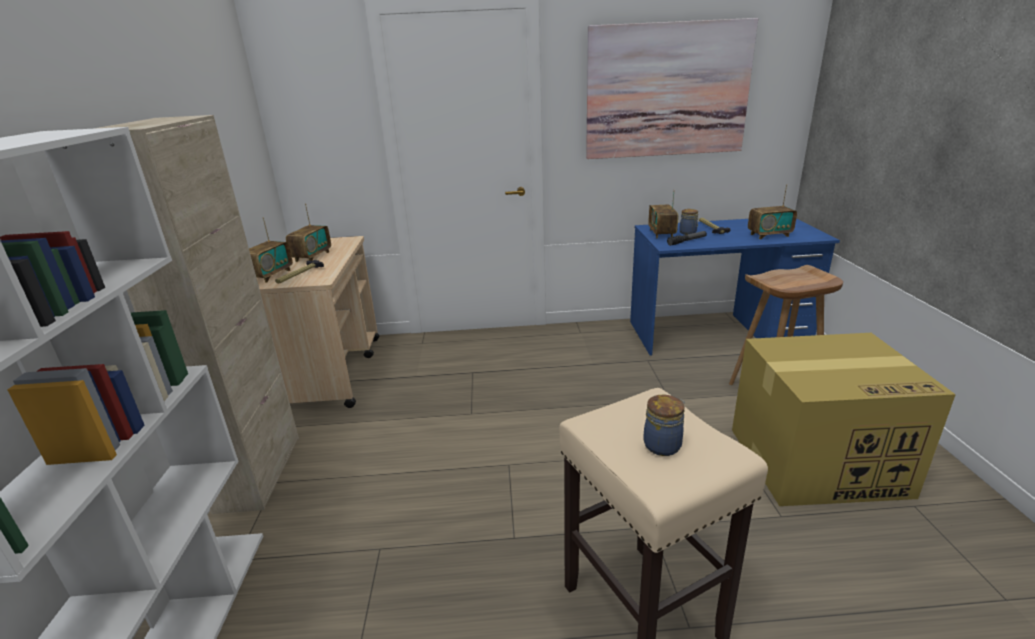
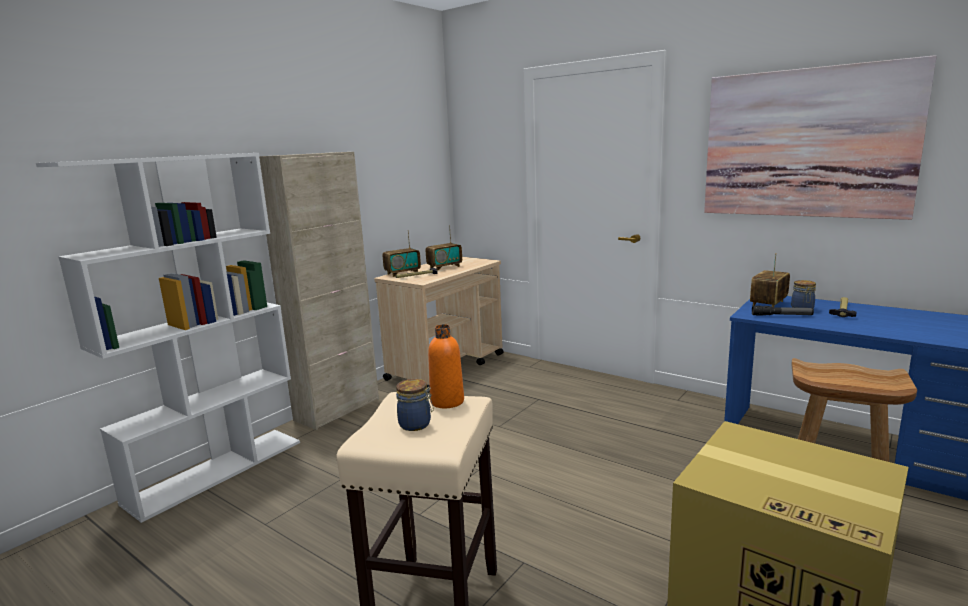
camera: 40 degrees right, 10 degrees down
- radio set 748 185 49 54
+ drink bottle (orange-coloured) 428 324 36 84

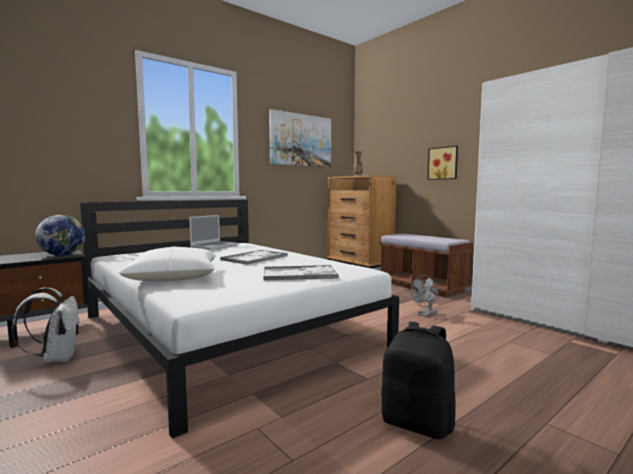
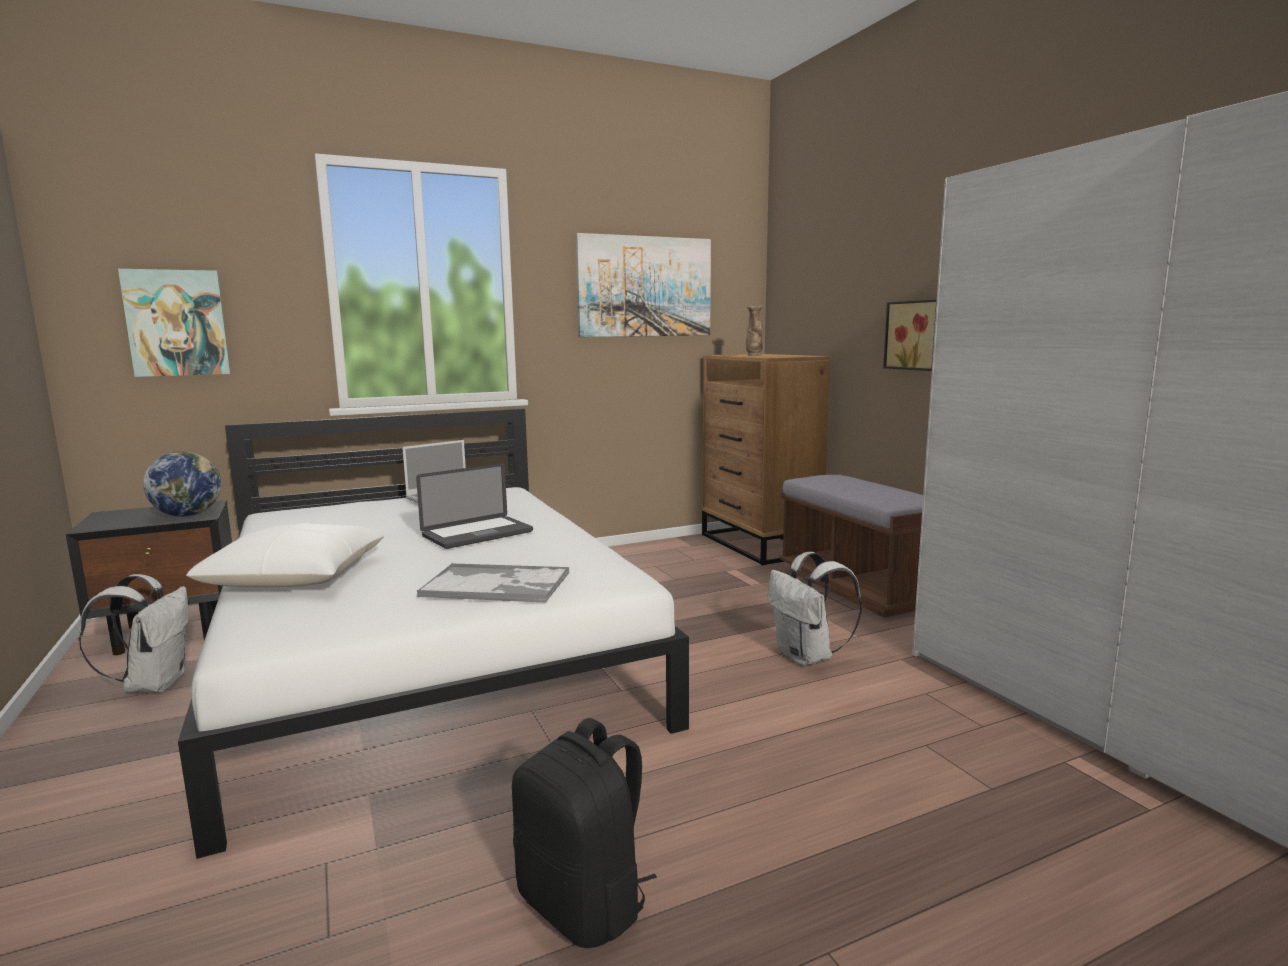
camera: 15 degrees right, 5 degrees up
~ serving tray 220 250 68 15 to notebook computer 416 463 117 86
~ cooling fan (grey) 411 275 27 42 to knapsack (white-coloured) 767 552 95 114
+ picture 118 269 113 108

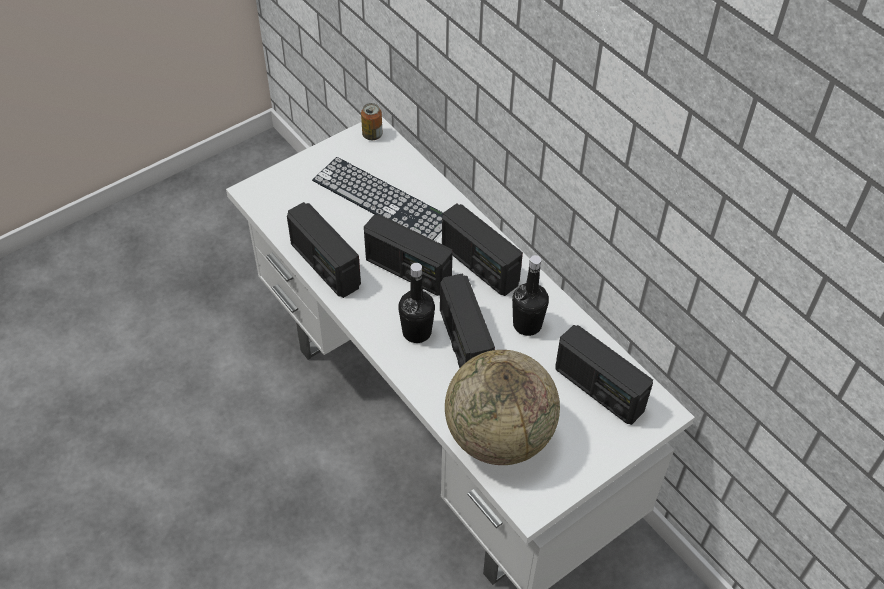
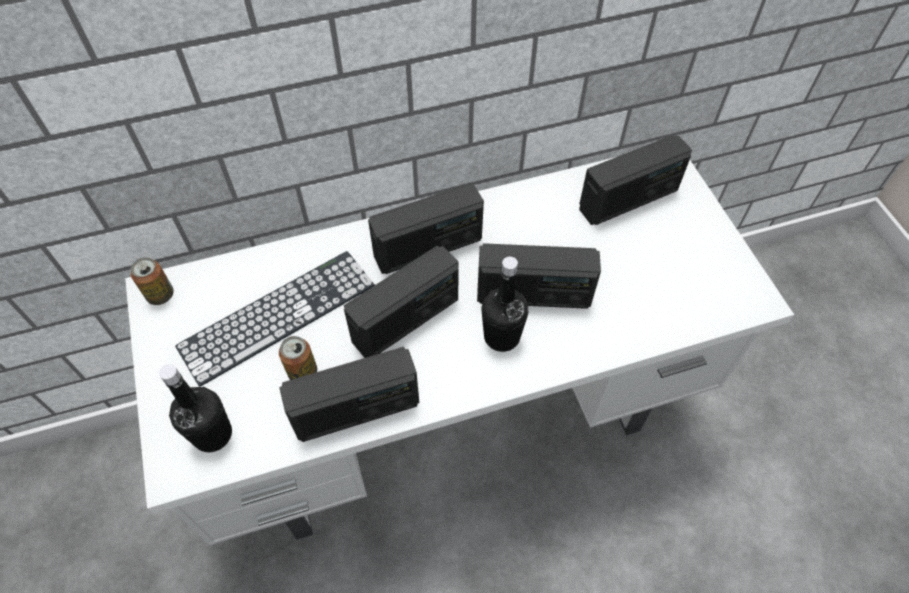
camera: 70 degrees left, 5 degrees up
- world globe 445 350 115 115
~ drink bottle (blackish) 512 255 37 81 to 159 364 73 88
+ can 279 336 38 44

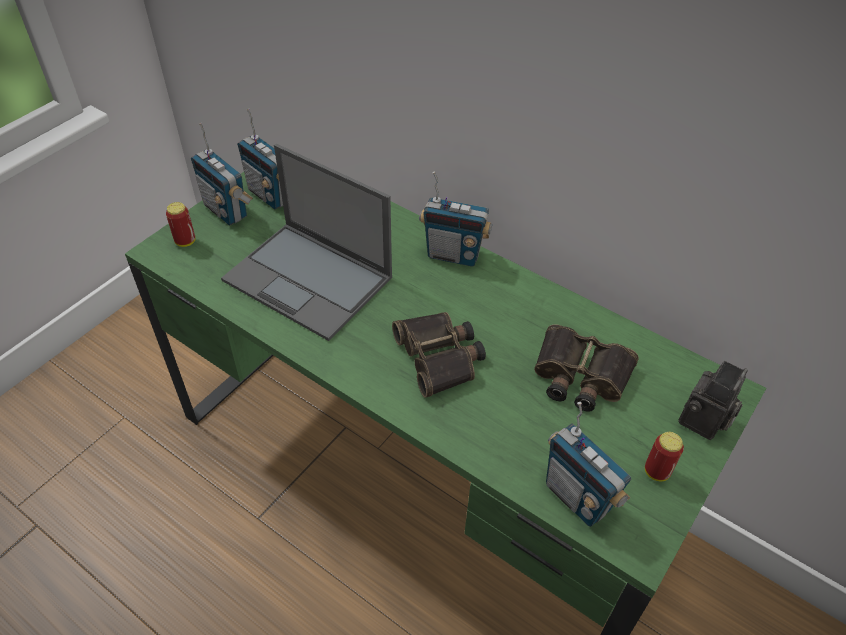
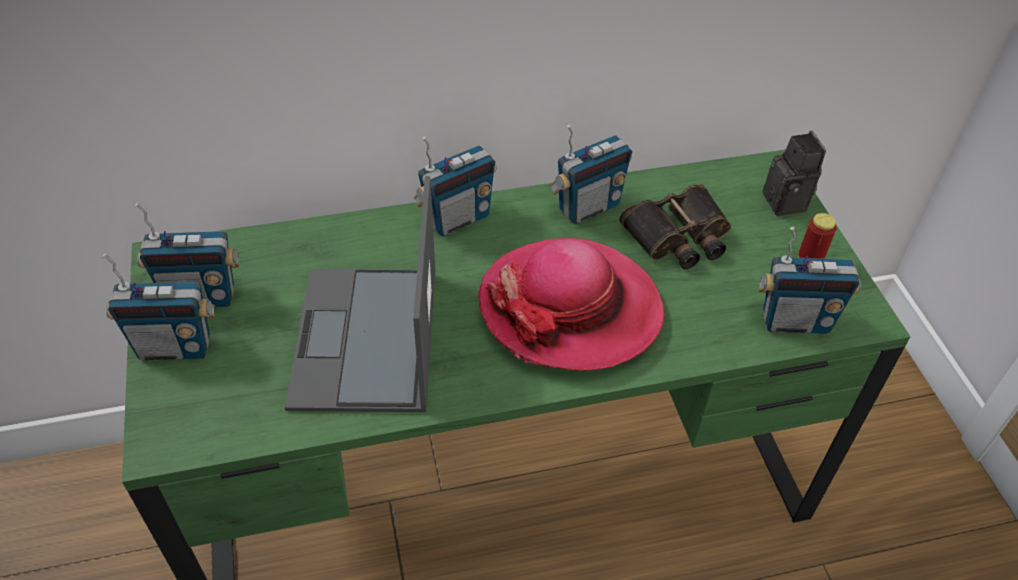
camera: 50 degrees left, 0 degrees up
- can 166 202 30 45
~ notebook computer 221 144 171 197 = 285 176 150 236 105 degrees clockwise
~ field glasses 392 312 94 86 to hat 478 238 187 133
+ radio set 549 125 83 99

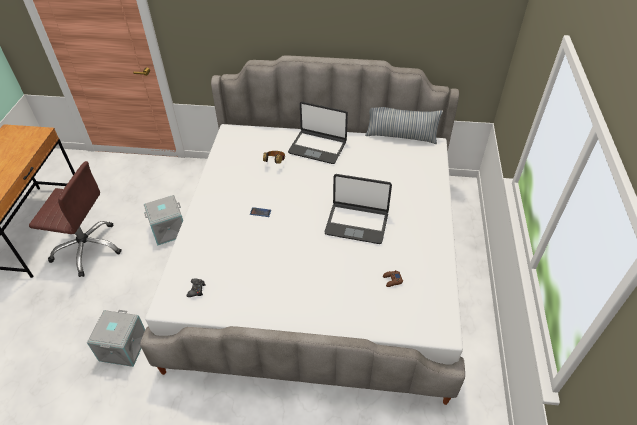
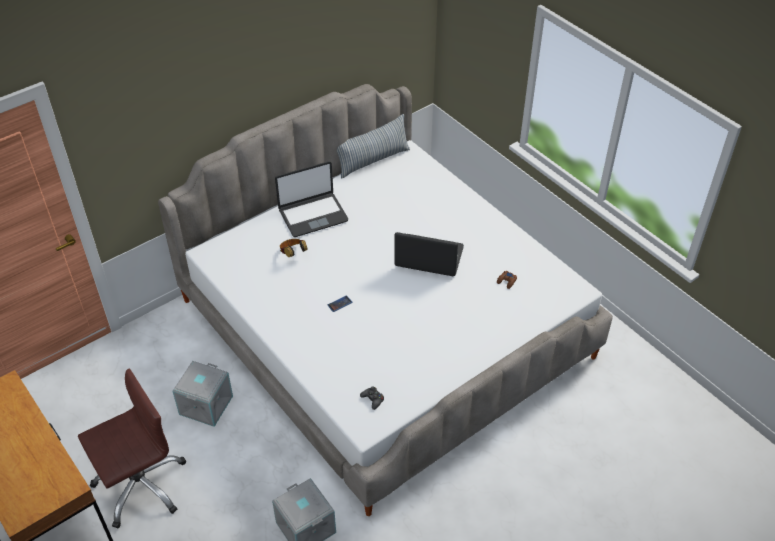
camera: 45 degrees left, 0 degrees up
~ notebook computer 325 174 67 70 = 394 232 70 44 135 degrees counterclockwise

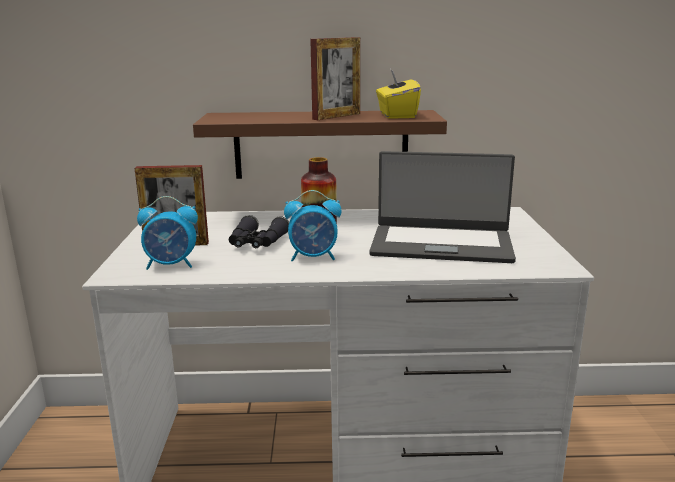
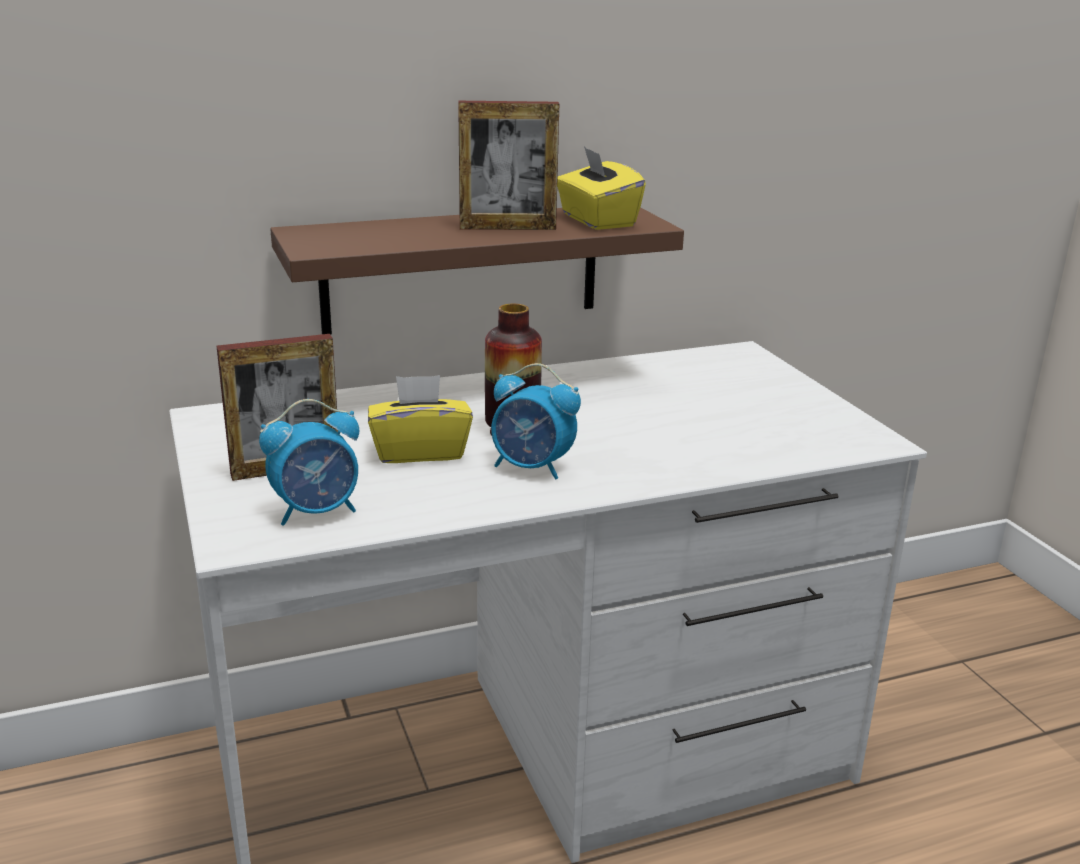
camera: 20 degrees left, 5 degrees up
~ field glasses (blackish) 229 215 60 33 to box of tissues (yellow-coloured) 368 375 105 88
~ alarm clock 284 190 58 72 = 491 363 90 116 45 degrees clockwise
~ photo frame 310 37 50 83 = 458 101 101 129 60 degrees clockwise
- notebook computer 369 151 147 112

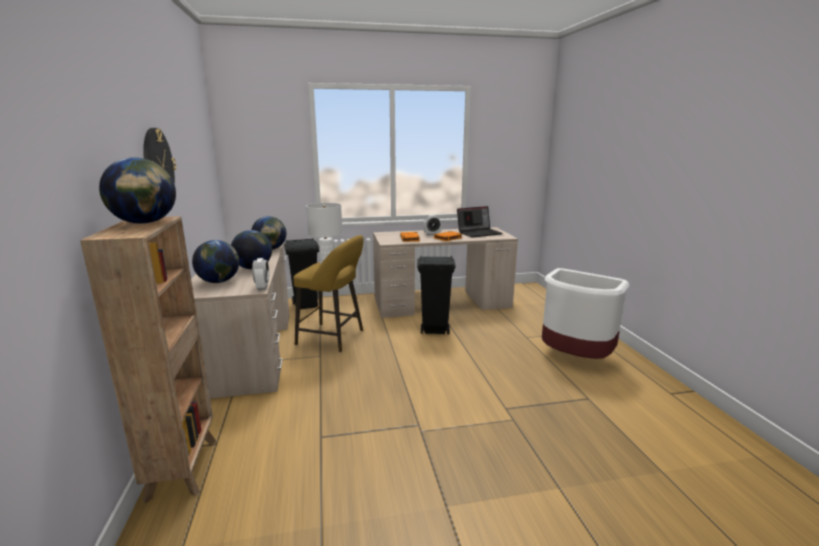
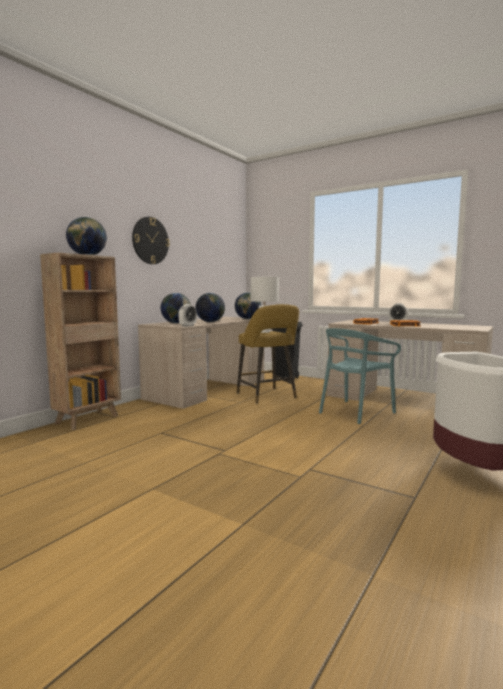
camera: 45 degrees right, 10 degrees down
~ waste bin (blackish) 417 256 39 78 to plain chair (turquoise-coloured) 319 328 82 96
- notebook computer 457 206 46 32

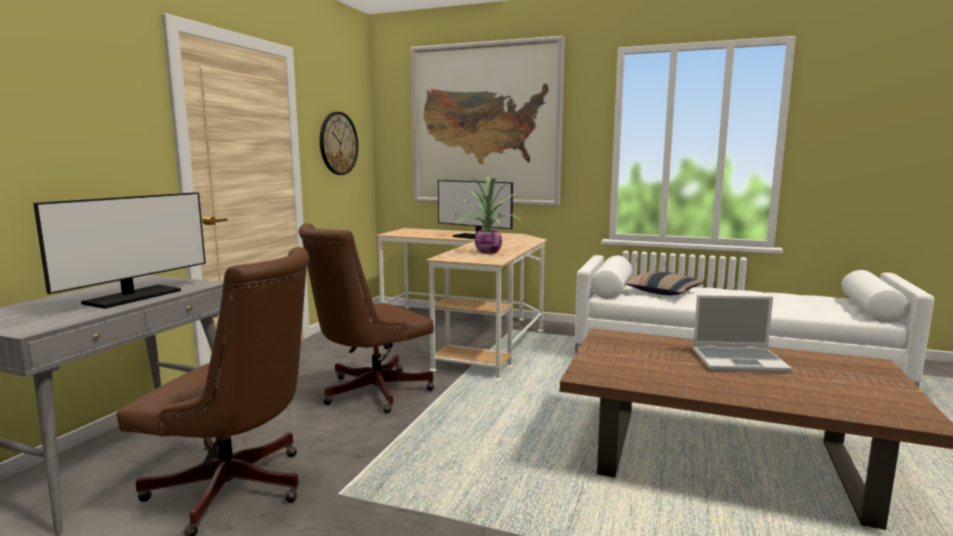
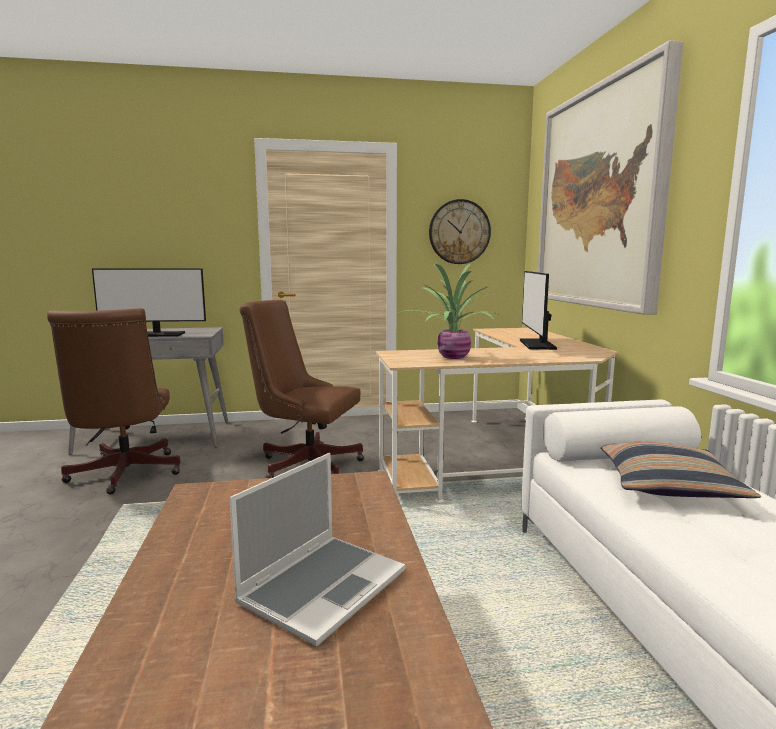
camera: 60 degrees right, 0 degrees up
~ notebook computer 692 295 100 78 = 229 453 176 193 120 degrees counterclockwise

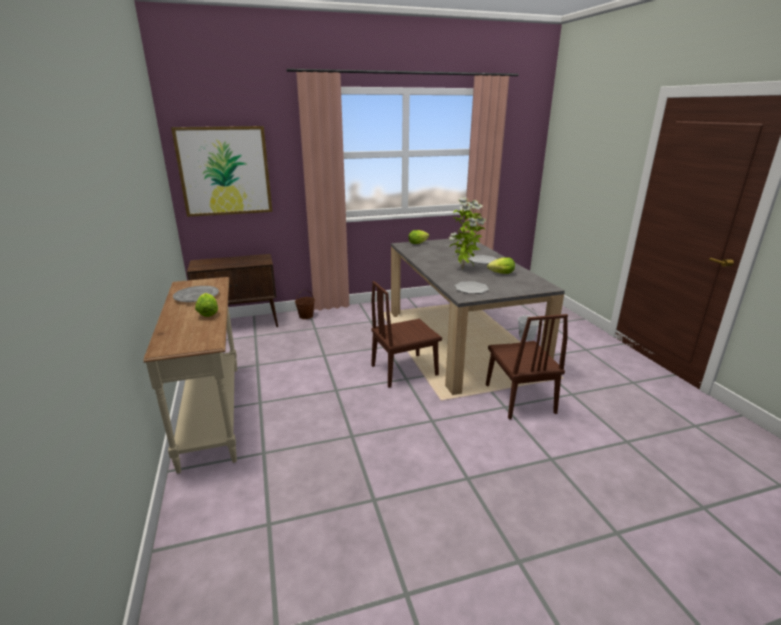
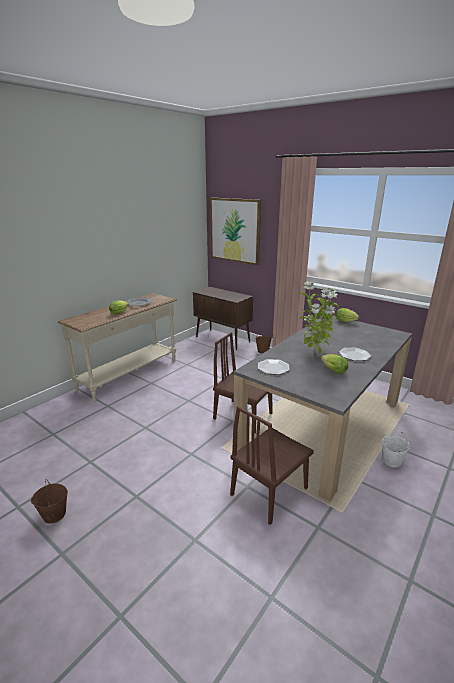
camera: 55 degrees right, 0 degrees up
+ pail (brownish) 31 479 37 44

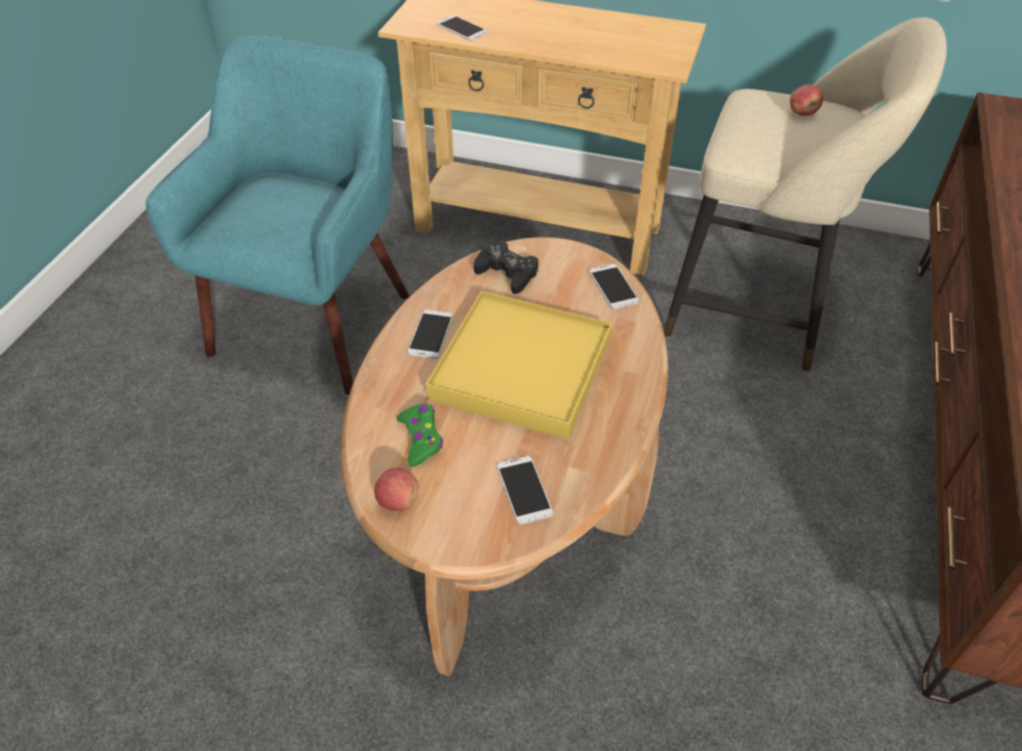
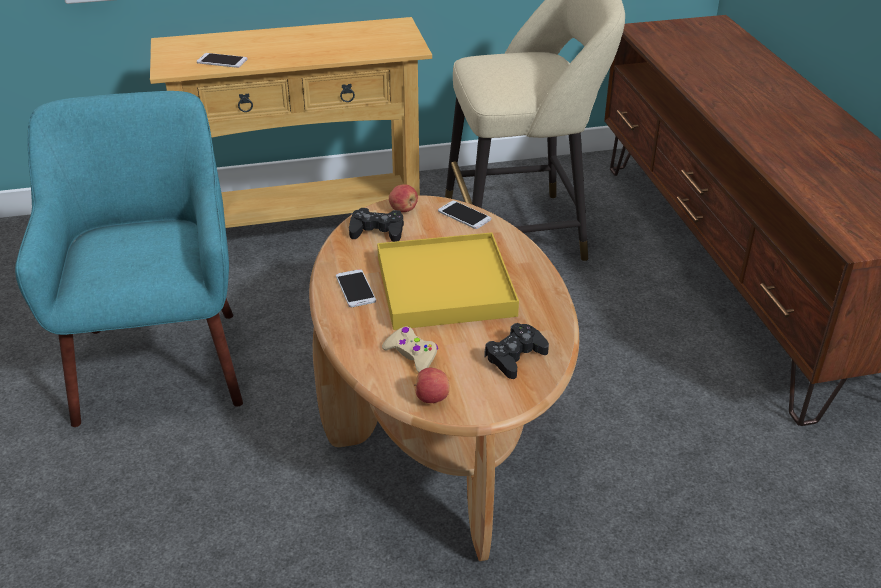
camera: 30 degrees left, 10 degrees down
~ game controller (green) 397 404 46 63 to game controller (sand-coloured) 382 326 56 46
~ phone 497 456 56 69 to game controller (blackish) 484 323 65 56
~ whole apple 790 85 33 31 to 389 184 29 28

